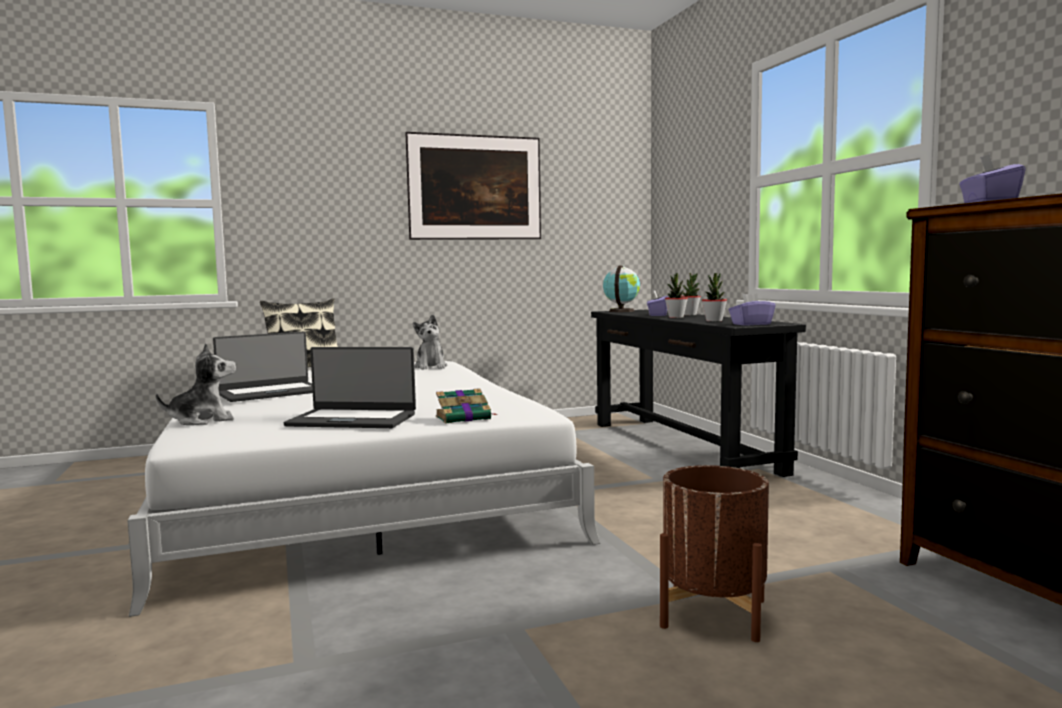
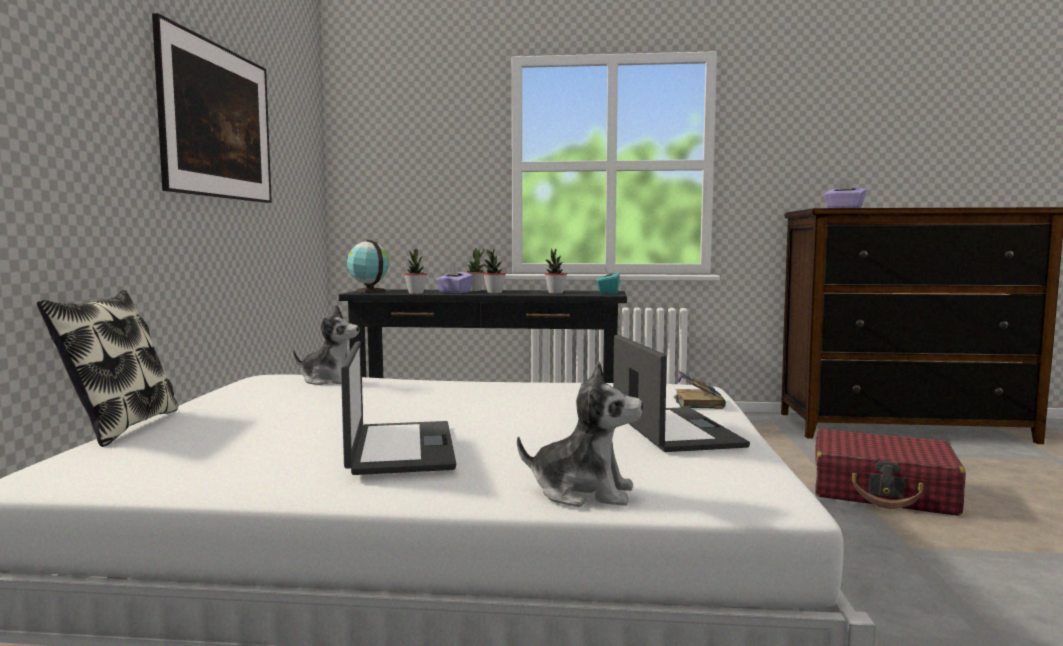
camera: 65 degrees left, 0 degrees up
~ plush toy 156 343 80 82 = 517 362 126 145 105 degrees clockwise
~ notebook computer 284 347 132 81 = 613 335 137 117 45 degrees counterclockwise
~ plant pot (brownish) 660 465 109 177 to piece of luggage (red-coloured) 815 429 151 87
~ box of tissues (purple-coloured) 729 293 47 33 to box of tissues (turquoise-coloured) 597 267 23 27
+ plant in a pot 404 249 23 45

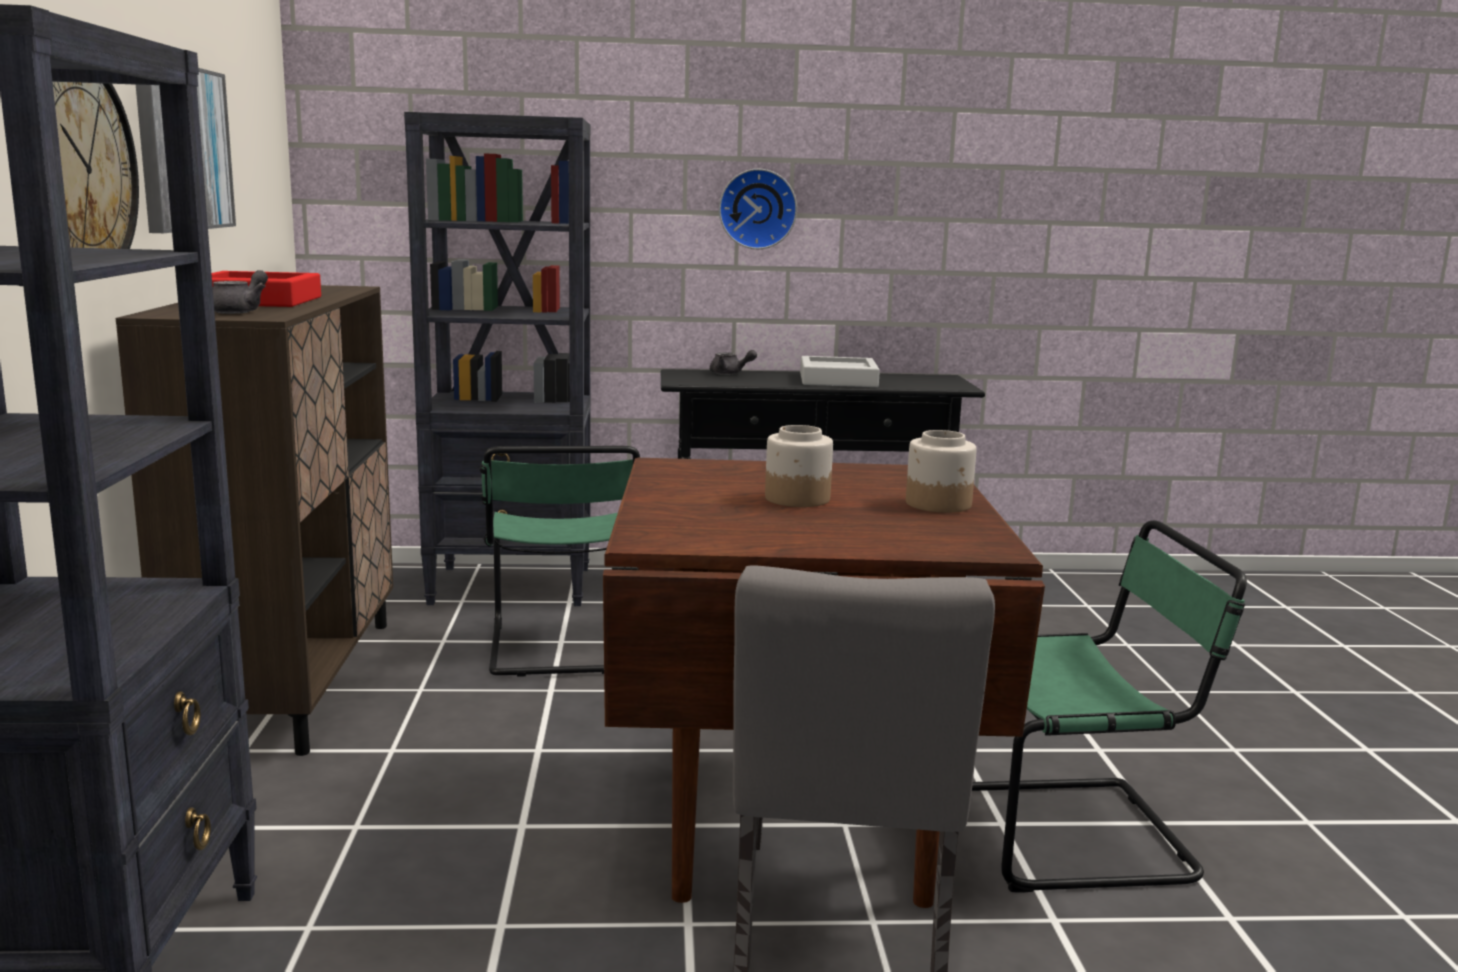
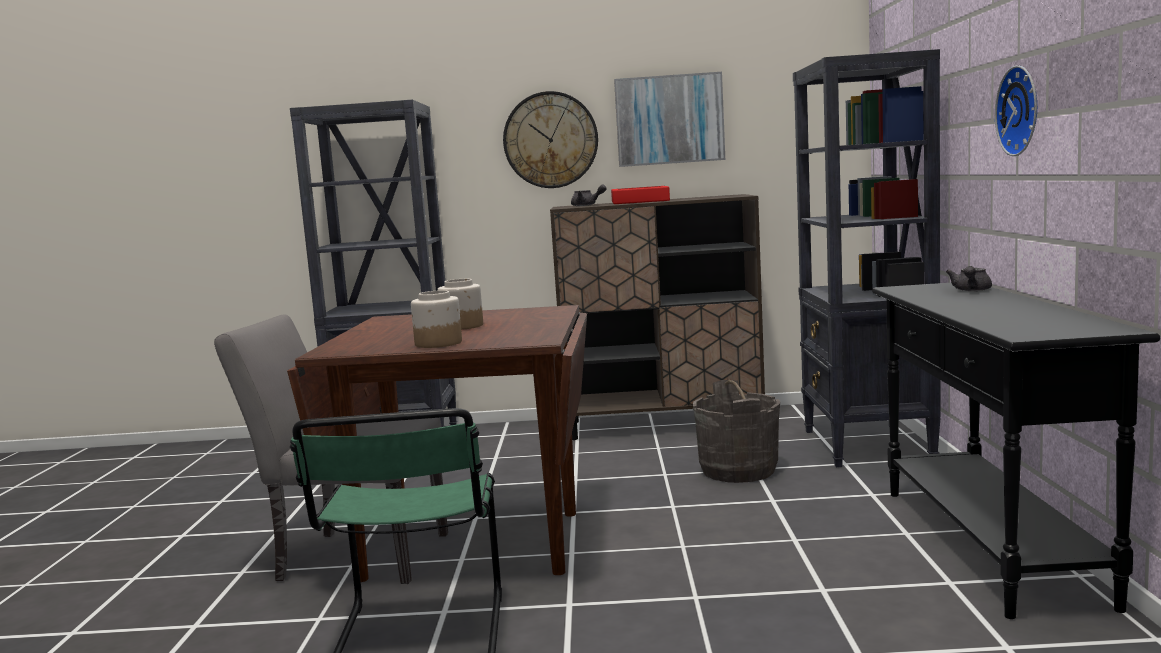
camera: 95 degrees right, 5 degrees down
~ plain chair (green) 480 446 160 231 to pail (grey) 693 380 87 103
- serving tray (grey) 800 356 80 31

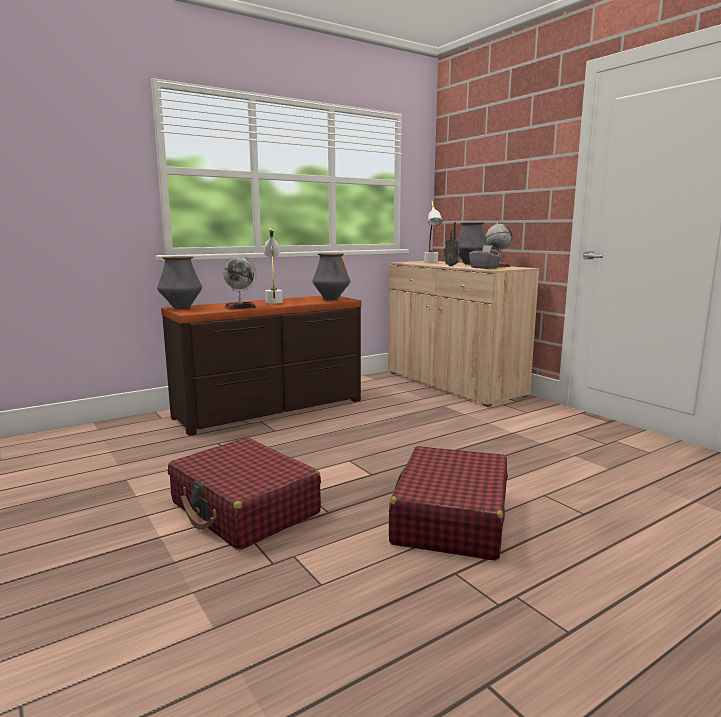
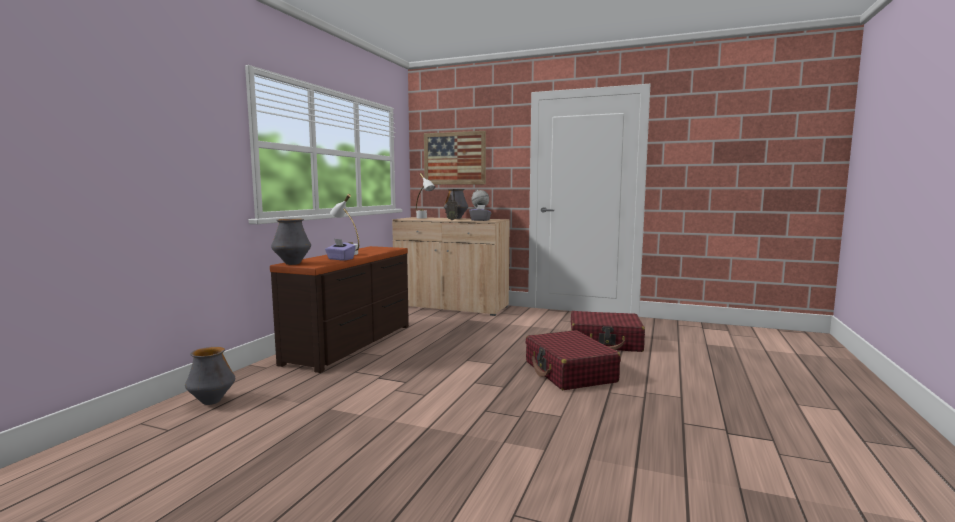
camera: 35 degrees left, 5 degrees down
~ piece of luggage (red-coloured) 168 437 153 113 to 571 311 74 41
~ world globe 223 256 34 54 to box of tissues (purple-coloured) 325 239 31 22
~ flower vase 312 253 38 47 to 185 347 50 58
+ picture 424 131 62 54

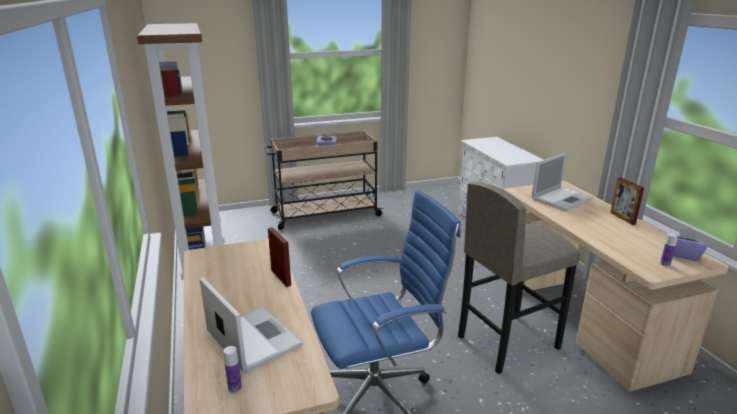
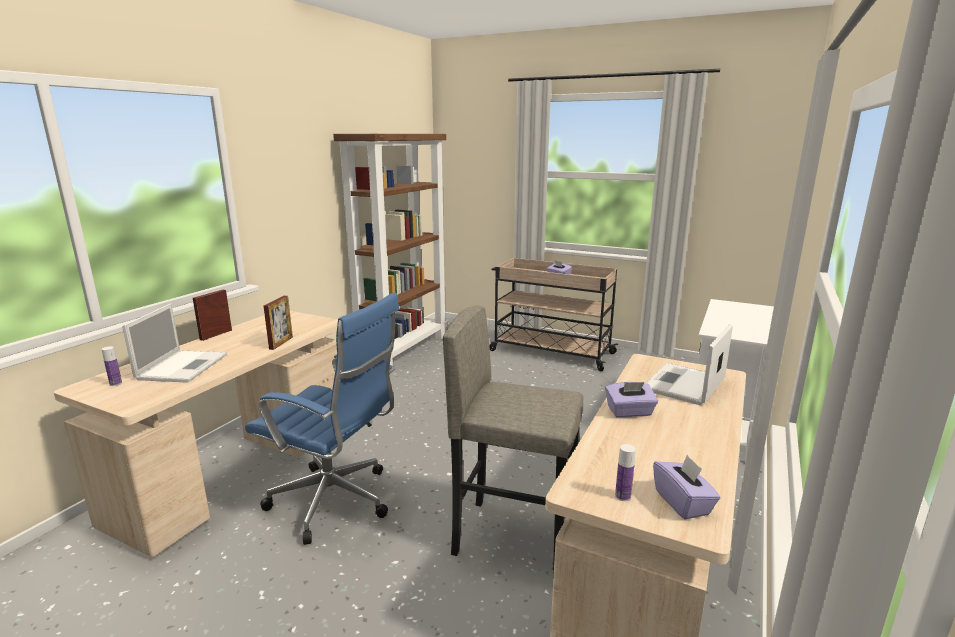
camera: 45 degrees right, 5 degrees down
~ notebook computer 532 153 62 58 = 646 324 87 81 120 degrees clockwise
~ photo frame 610 178 34 47 to 193 290 39 51
+ box of tissues (purple-coloured) 605 382 53 36

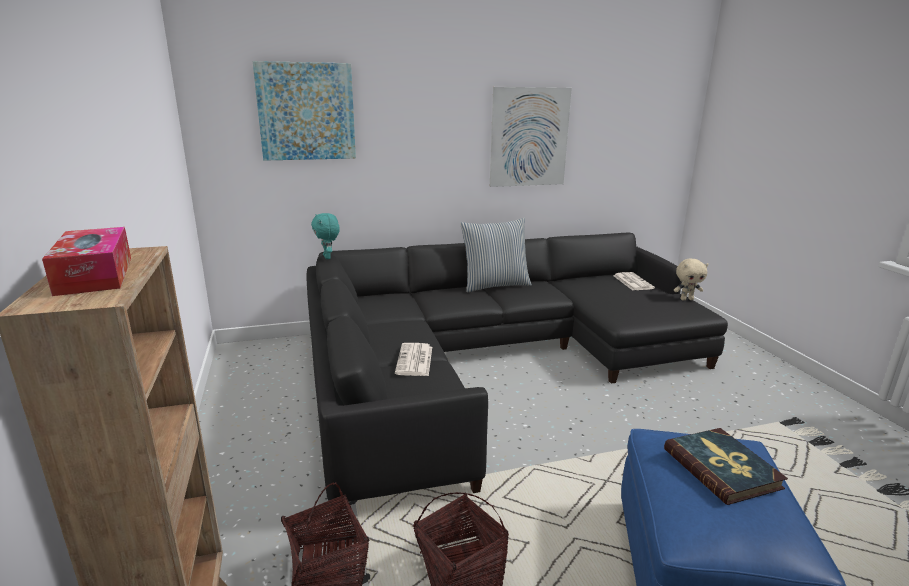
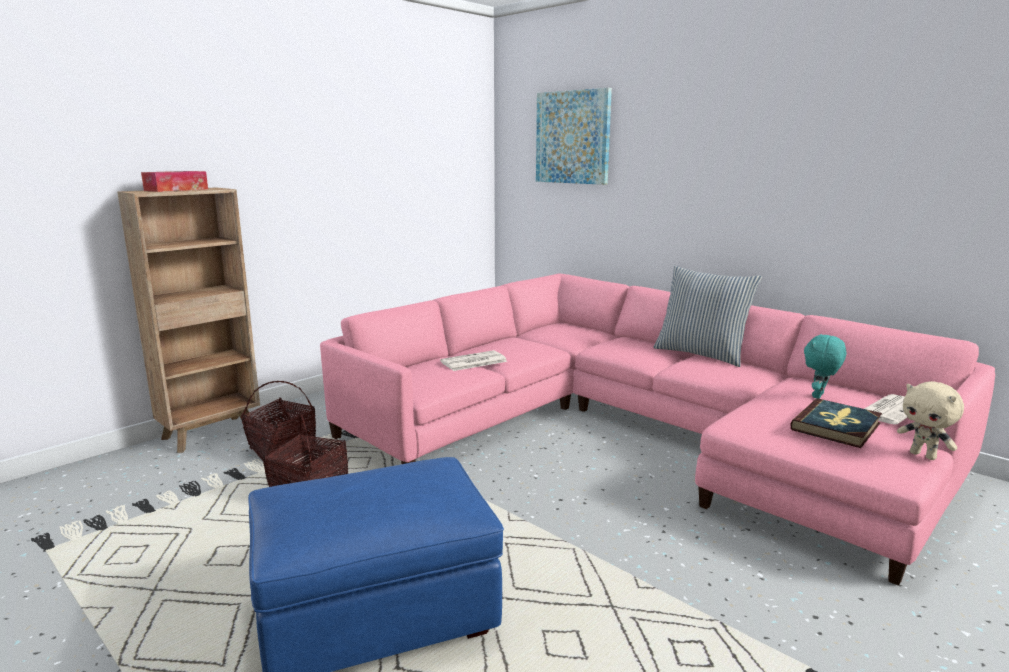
camera: 60 degrees right, 5 degrees down
~ couch (blackish) 307 232 421 287 to couch (pink-coloured) 320 273 675 313
~ plush toy (turquoise-coloured) 311 213 29 46 to 804 334 42 65
- picture 490 87 82 100
~ book 664 428 124 77 to 790 399 92 49

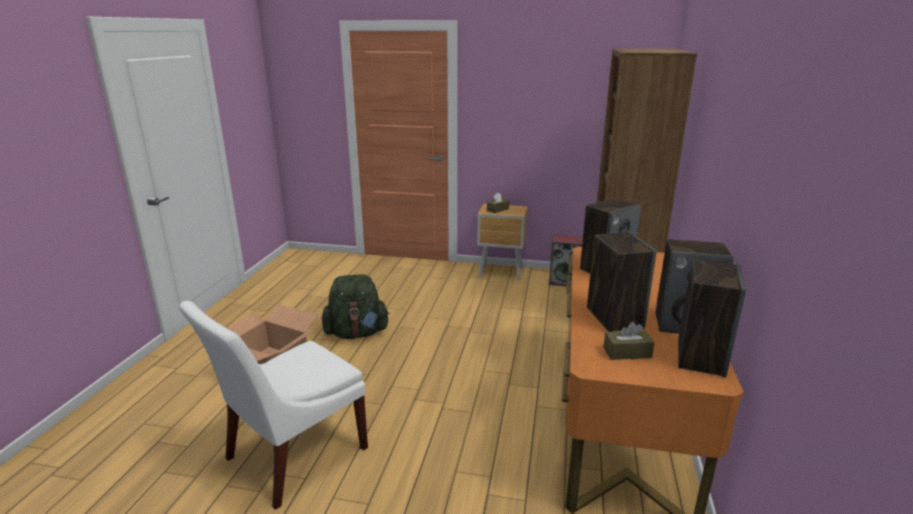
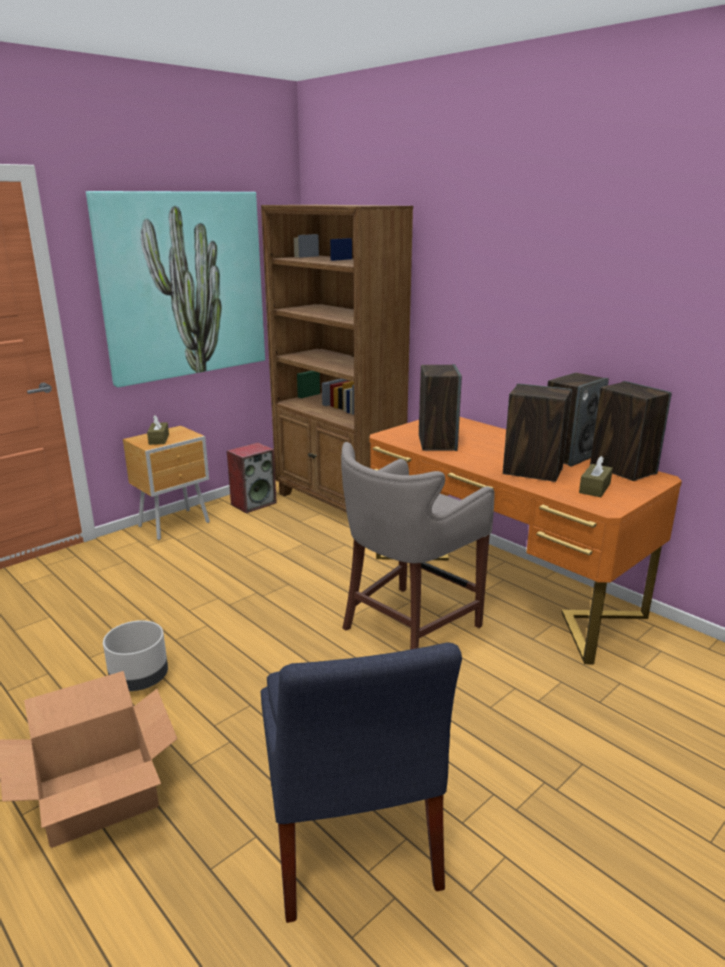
camera: 55 degrees left, 0 degrees up
~ plain chair (white-coloured) 179 301 189 209 to plain chair (blue) 260 642 202 281
~ knapsack (green) 322 274 68 65 to plant pot (grey) 103 620 65 71
+ picture 86 191 179 196
+ stool seat (grey) 341 442 154 208

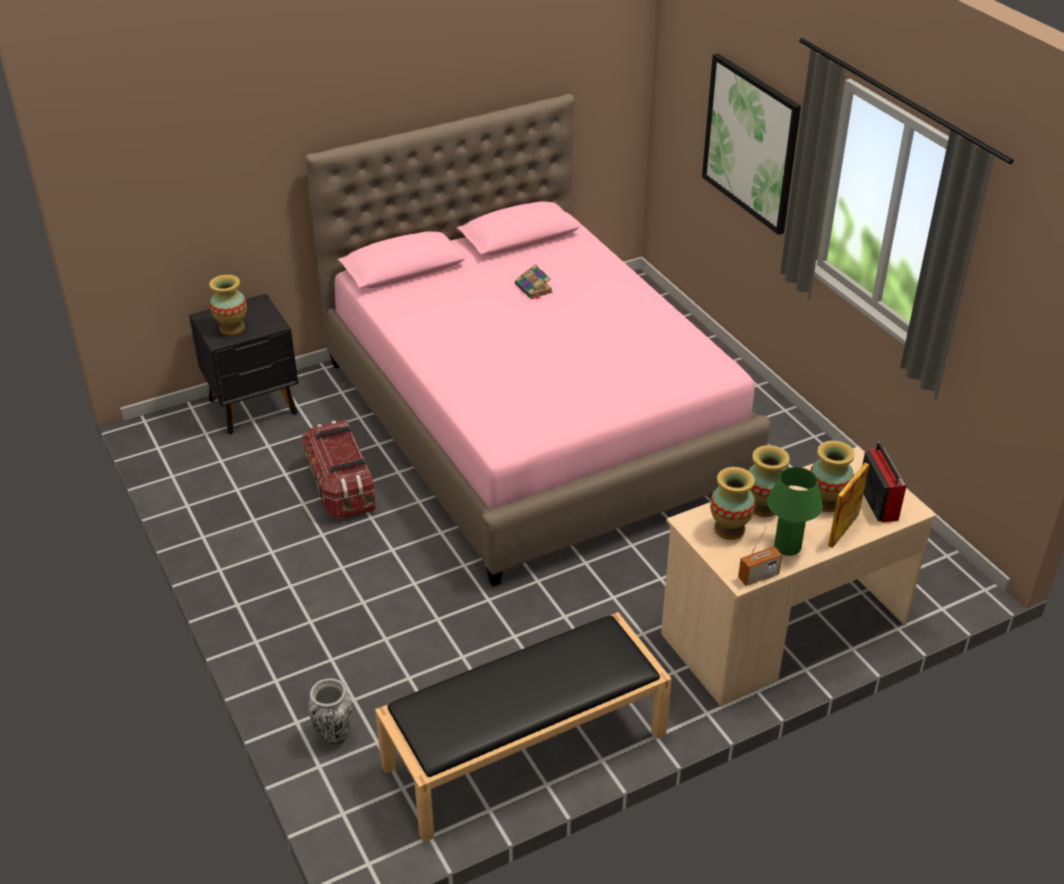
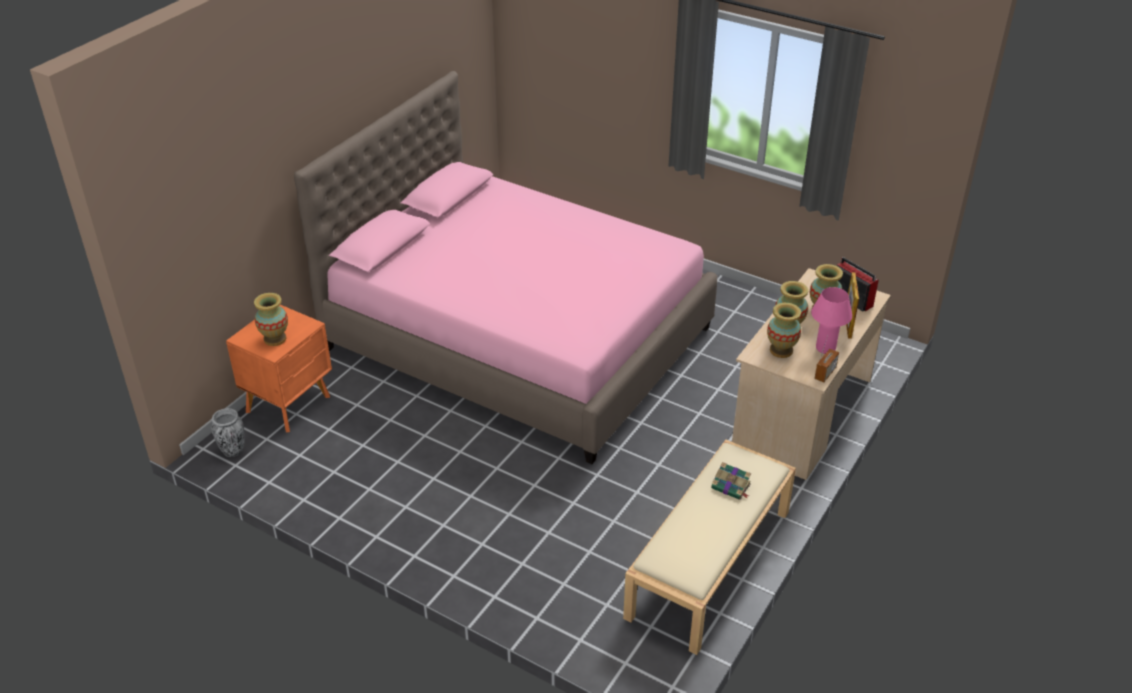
camera: 30 degrees left, 0 degrees up
~ night table (blackish) 189 294 109 141 to night table (orange-coloured) 226 305 106 127
- storage bin 301 419 75 99
~ flower vase 308 678 44 67 to 211 408 34 49
~ indoor bench (blackish) 375 612 297 231 to indoor bench (sand-coloured) 623 440 173 215
~ book 515 264 38 36 to 711 462 40 38
- picture 702 54 99 181
~ lamp for a table (green) 767 467 56 89 to lamp for a table (pink-coloured) 811 287 41 67

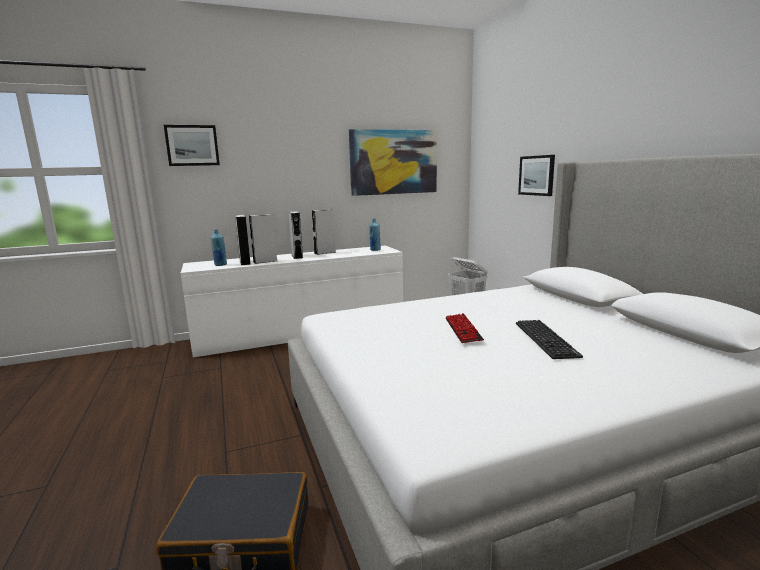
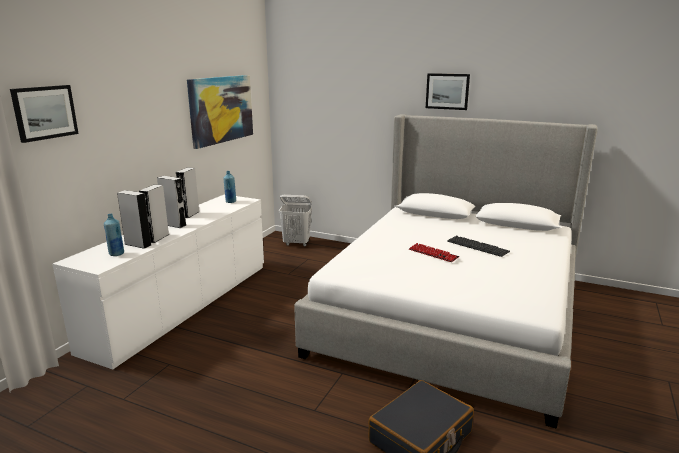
camera: 45 degrees left, 5 degrees up
~ picture 518 155 37 41 to 426 73 44 37

